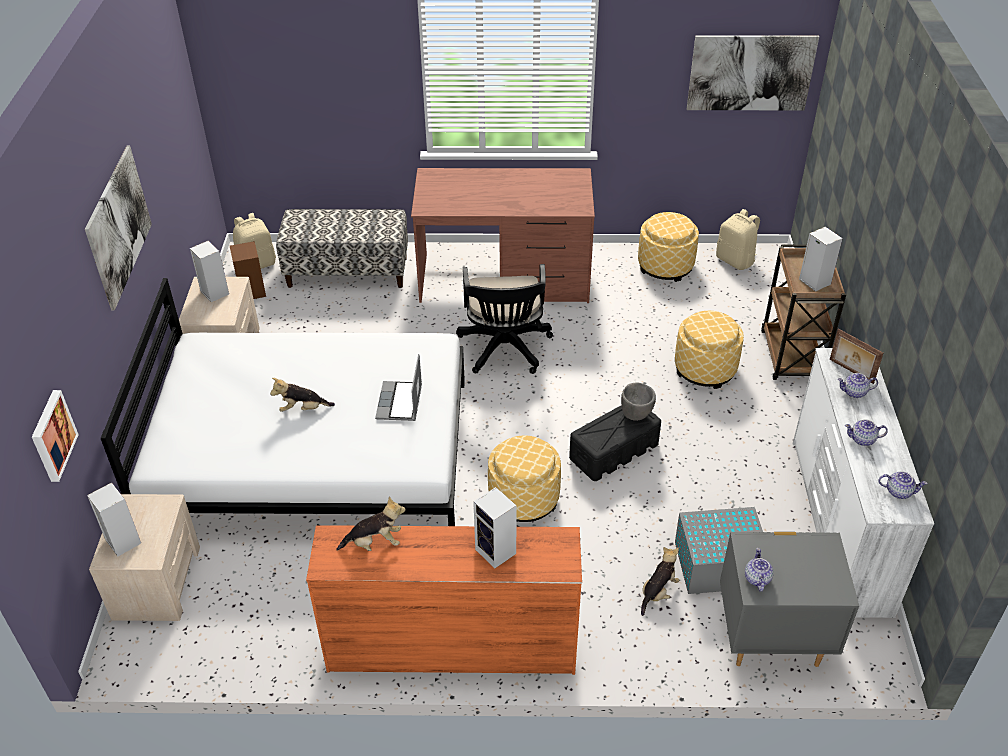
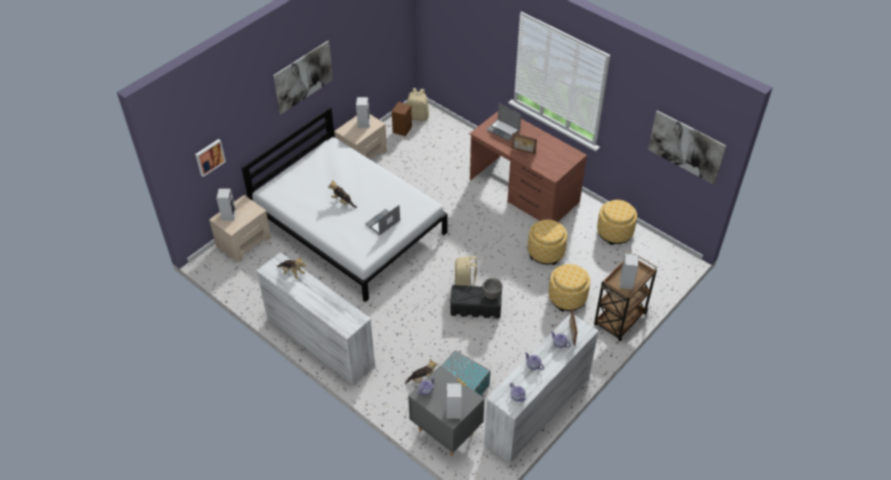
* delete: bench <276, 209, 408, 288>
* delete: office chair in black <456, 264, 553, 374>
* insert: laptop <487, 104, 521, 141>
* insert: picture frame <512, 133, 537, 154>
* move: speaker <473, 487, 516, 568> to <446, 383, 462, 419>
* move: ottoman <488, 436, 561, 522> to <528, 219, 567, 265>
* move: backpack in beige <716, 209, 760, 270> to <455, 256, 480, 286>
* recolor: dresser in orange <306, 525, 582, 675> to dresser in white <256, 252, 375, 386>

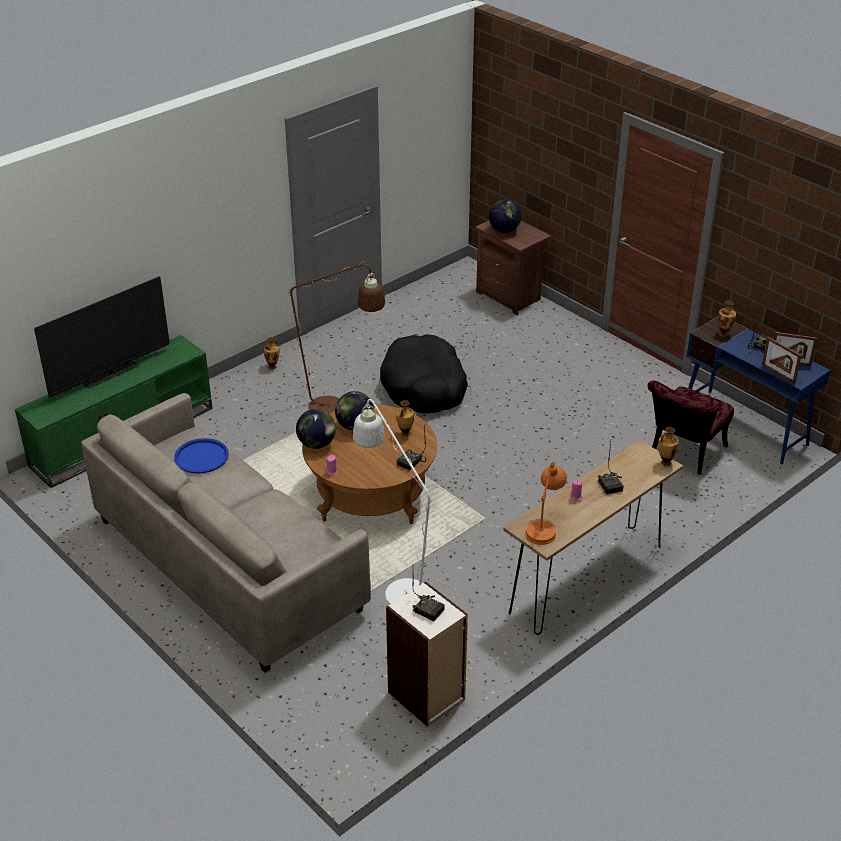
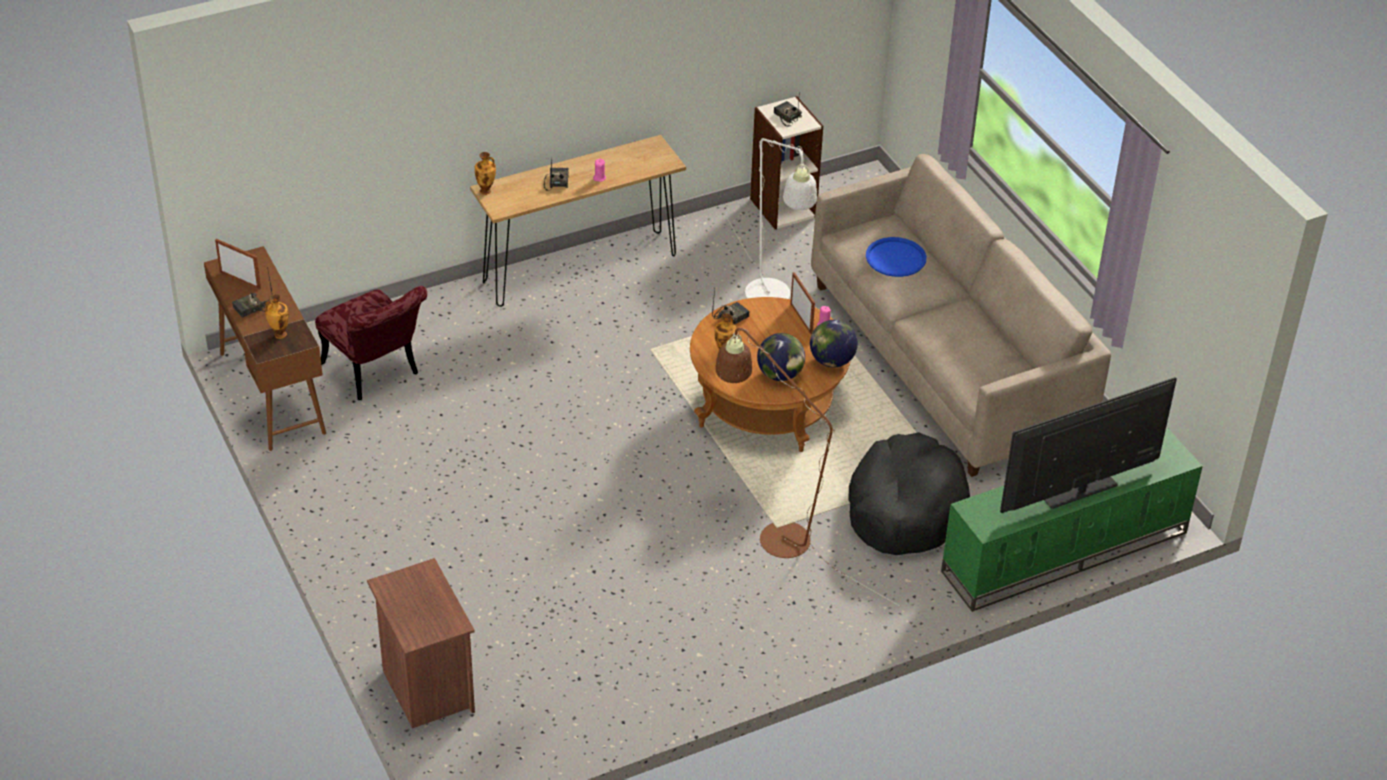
* delete: vase <264, 337, 280, 370>
* delete: globe <489, 200, 521, 233>
* delete: table lamp in orange <526, 462, 567, 545>
* move: tray in blue <174, 438, 229, 473> to <866, 237, 927, 277>
* move: dog bed in black <380, 334, 468, 413> to <848, 432, 970, 555>
* move: picture frame <762, 337, 802, 384> to <790, 272, 815, 334>
* recolor: desk in blue <687, 317, 831, 464> to desk in brown <204, 246, 326, 451>
* rotate: chair in red <647, 380, 734, 475> = <315, 286, 427, 400> 90 degrees clockwise

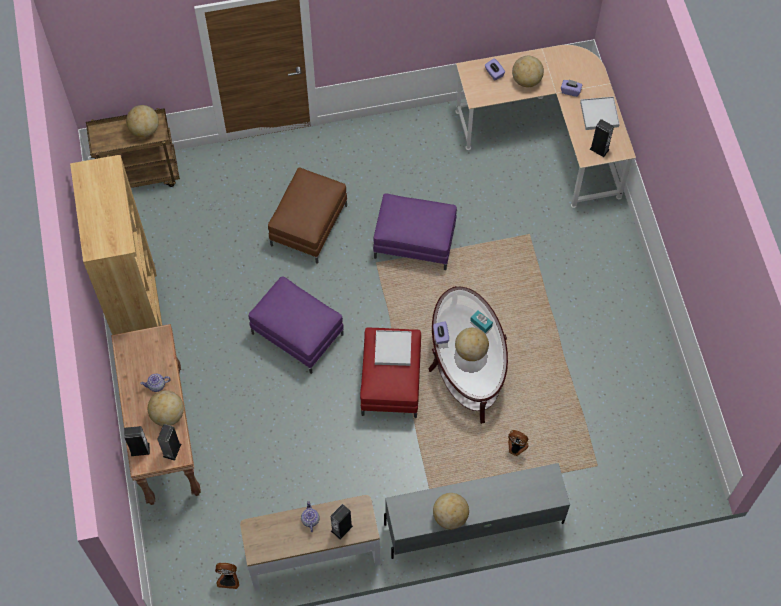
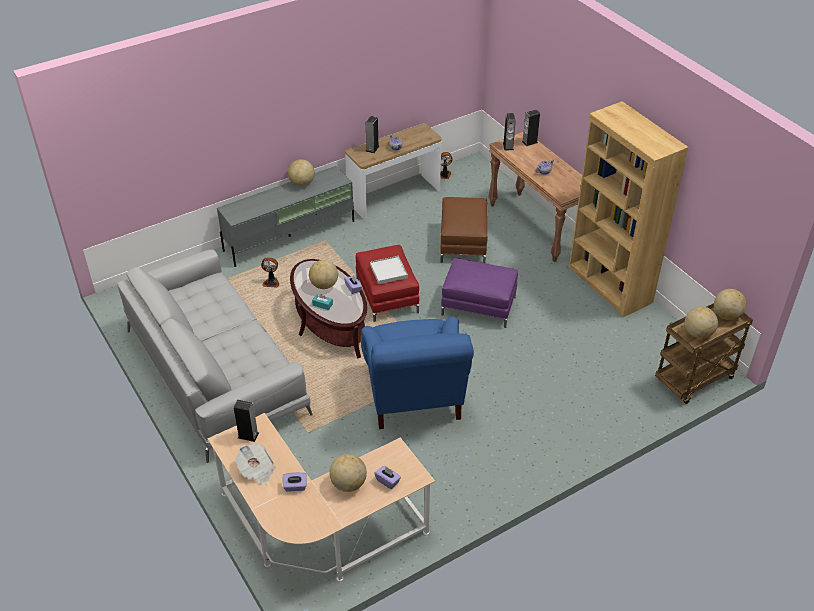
* insert: sofa in grey <117, 250, 312, 463>
* move: globe <148, 390, 184, 426> to <714, 289, 747, 320>
* move: ottoman in brown <268, 168, 347, 264> to <440, 197, 487, 263>
* replace: ottoman in purple <373, 193, 457, 270> to armchair in blue <361, 316, 474, 429>
* replace: tray in white <580, 97, 620, 130> to newspaper <235, 444, 276, 485>

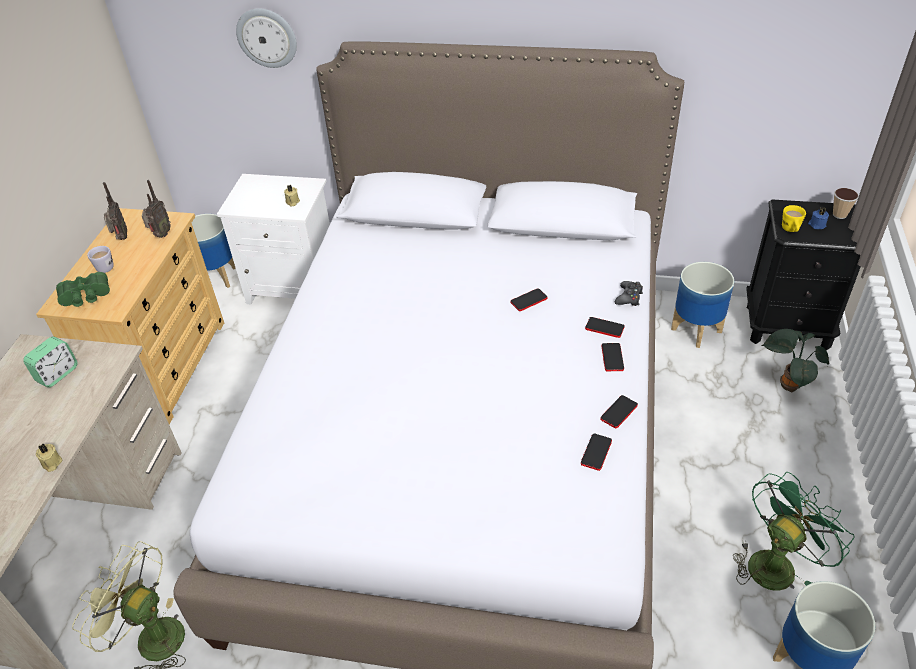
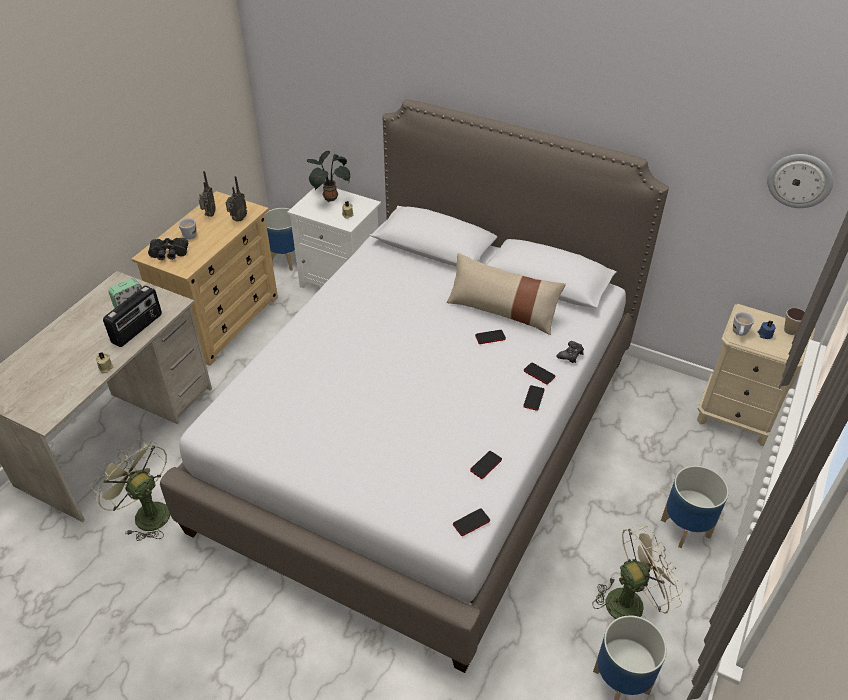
* insert: radio <103, 285, 162, 347>
* insert: pillow in beige <447, 253, 566, 335>
* move: wall clock <236, 8, 297, 68> to <767, 154, 833, 208>
* move: phone <600, 395, 638, 429> to <453, 509, 490, 536>
* move: planter <671, 262, 734, 348> to <661, 466, 729, 548>
* move: potted plant <761, 329, 829, 392> to <307, 151, 350, 202>
* recolor: binoculars in green <56, 272, 110, 307> to binoculars in black <148, 238, 188, 260>
* recolor: fan in green <733, 472, 854, 591> to fan in beige <592, 525, 683, 619>
* recolor: nightstand in black <746, 200, 861, 350> to nightstand in beige <697, 304, 815, 446>
* recolor: mug in yellow <782, 205, 806, 232> to mug in white <733, 312, 754, 336>

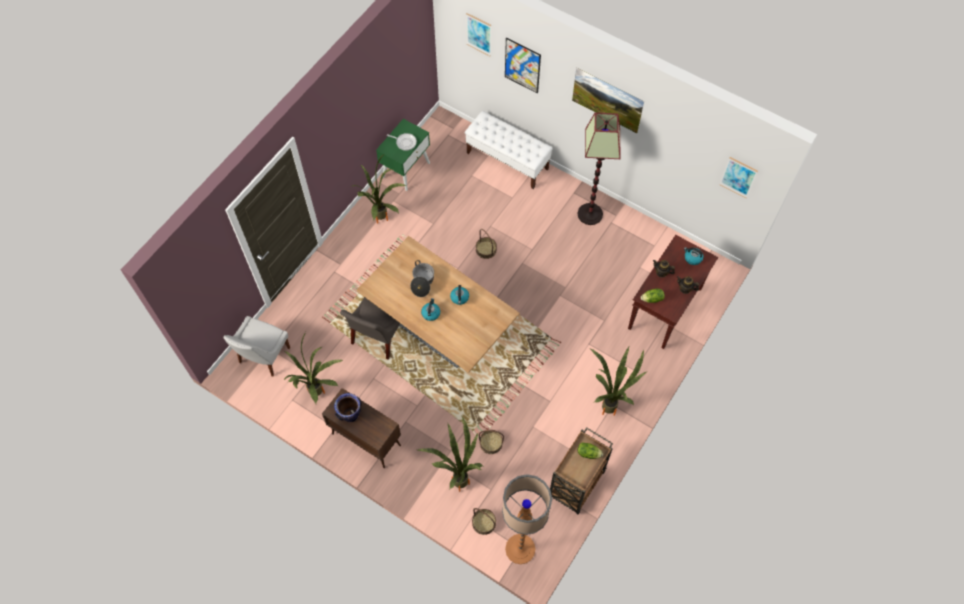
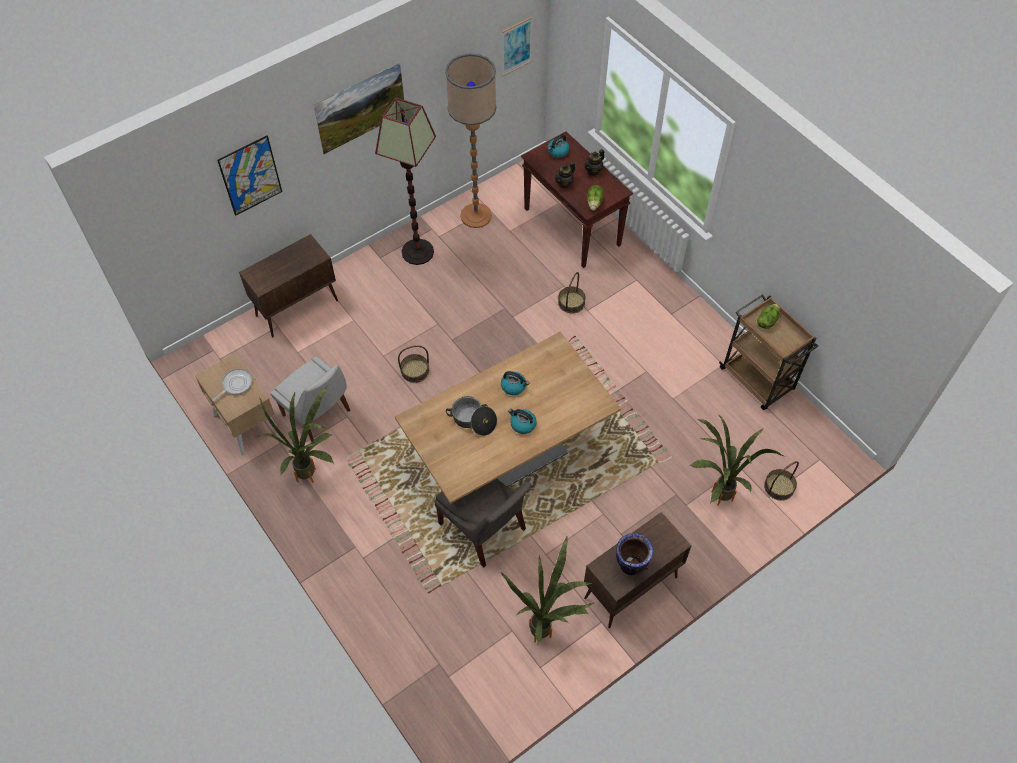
* delete: picture <466, 13, 491, 57>
* delete: potted plant <590, 347, 646, 416>
* move: chair in white <224, 316, 290, 377> to <270, 356, 350, 442>
* move: basket <479, 430, 504, 454> to <558, 272, 586, 314>
* move: floor lamp <502, 474, 552, 564> to <445, 53, 497, 228>
* replace: bench in white <465, 111, 553, 189> to cabinet in brown <239, 234, 338, 337>
* recolor: nightstand in green <376, 119, 430, 191> to nightstand in beige <195, 353, 279, 456>

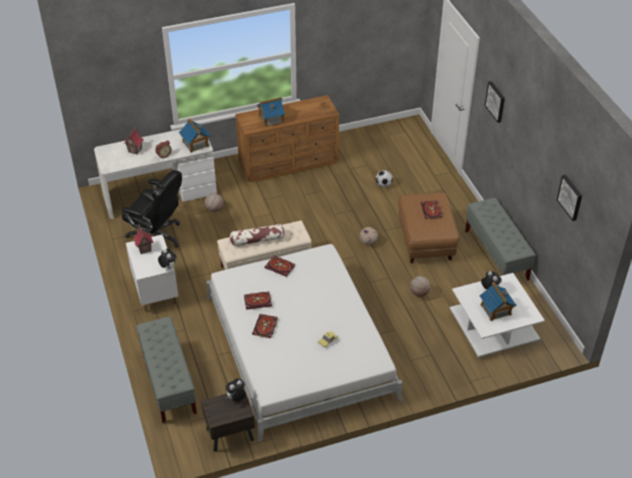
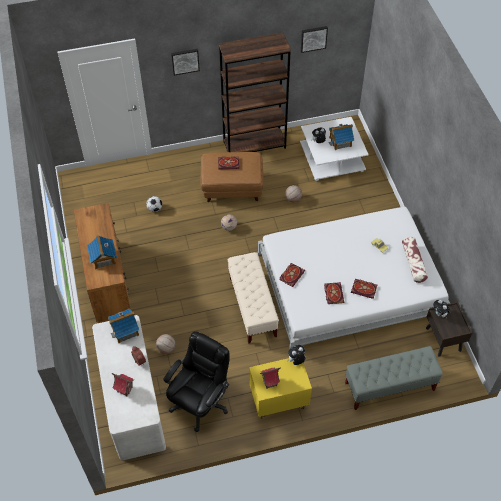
* move: pillow <230, 224, 285, 246> to <402, 237, 428, 283>
* replace: bench in grey <465, 198, 536, 280> to bookcase in brown <219, 32, 291, 152>
* recolor: nightstand in white <126, 234, 178, 311> to nightstand in yellow <249, 358, 312, 418>

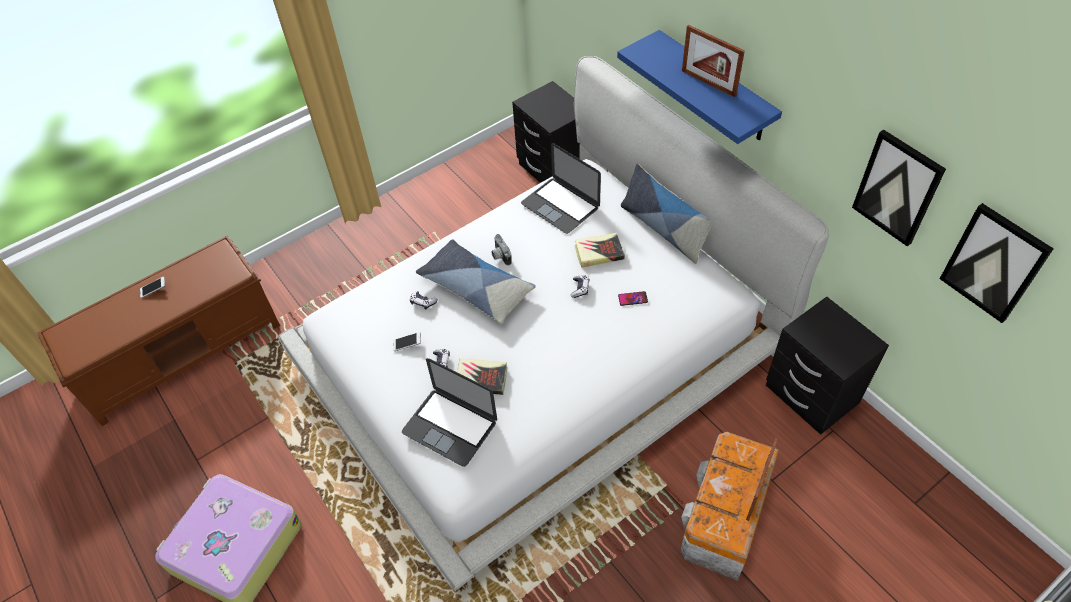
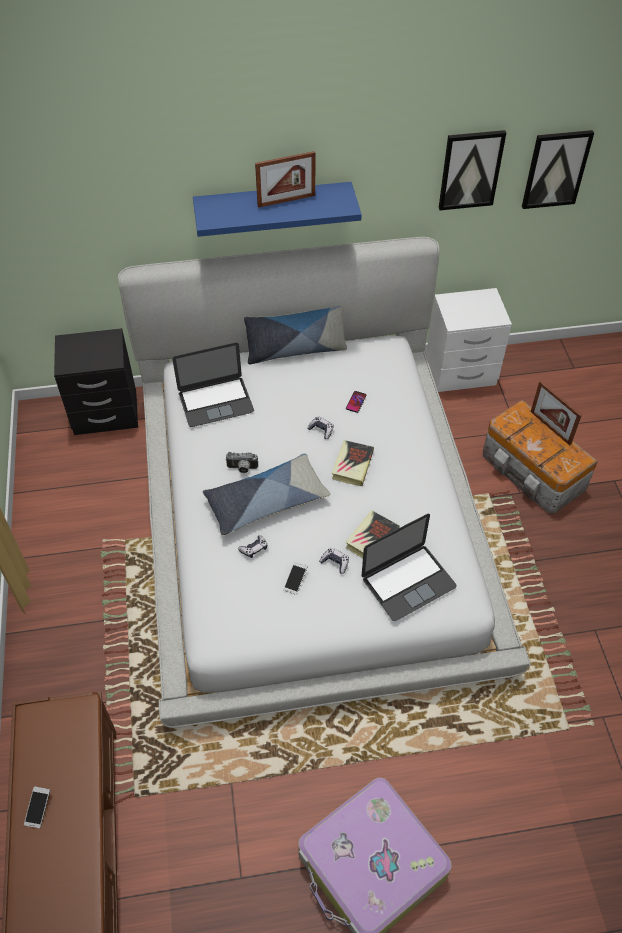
* move: book <575, 233, 625, 268> to <332, 440, 374, 486>
* recolor: nightstand in black <766, 297, 889, 435> to nightstand in white <426, 288, 512, 392>

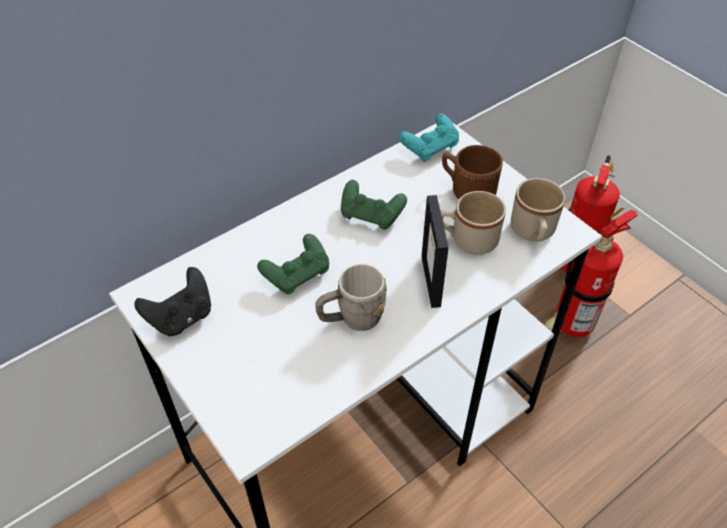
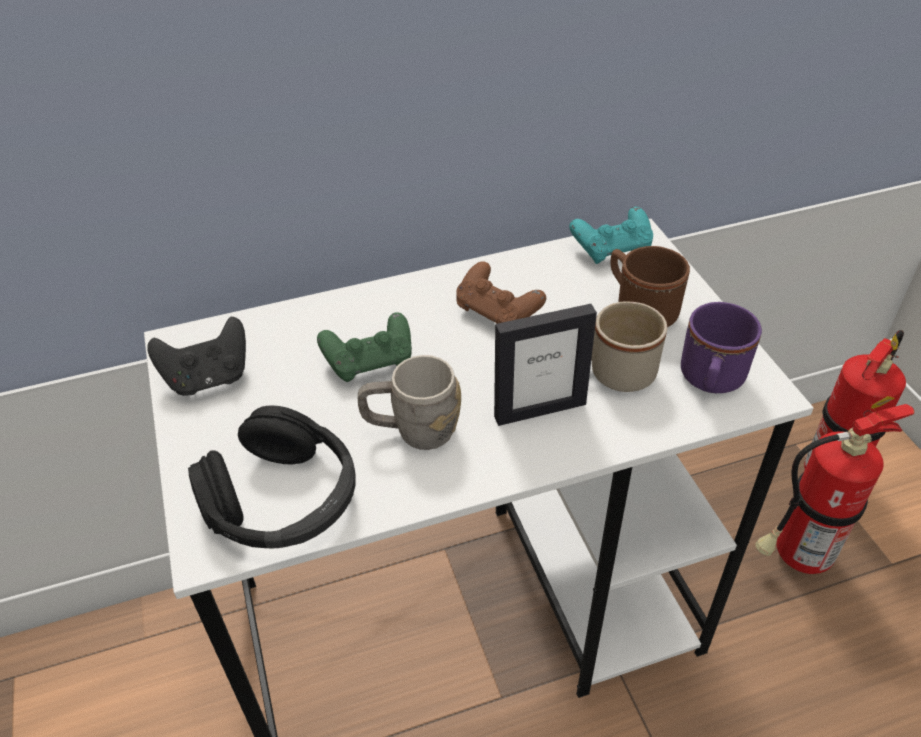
* insert: headphones in black <188, 405, 356, 548>
* recolor: game controller in green <341, 180, 407, 230> to game controller in brown <456, 261, 546, 324>
* recolor: mug in beige <511, 178, 565, 242> to mug in purple <681, 302, 762, 393>
* rotate: picture frame <421, 195, 449, 308> = <494, 304, 597, 426> 120 degrees counterclockwise

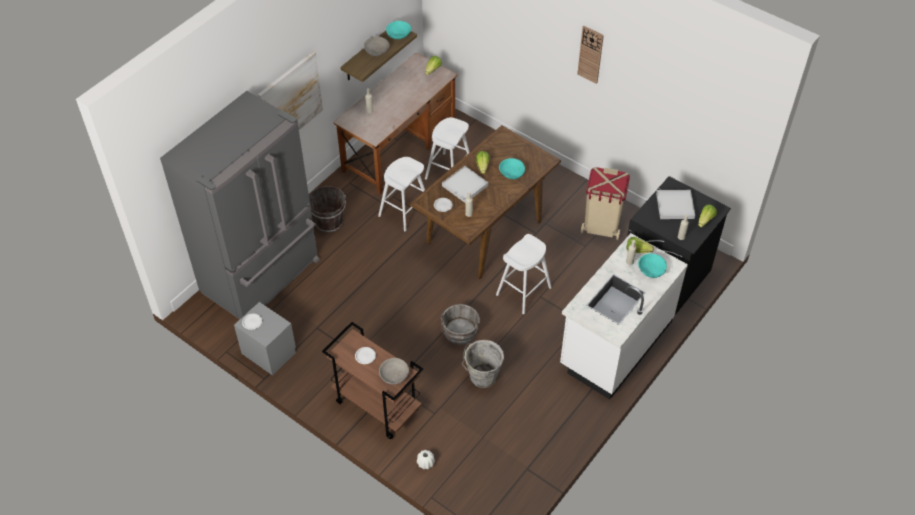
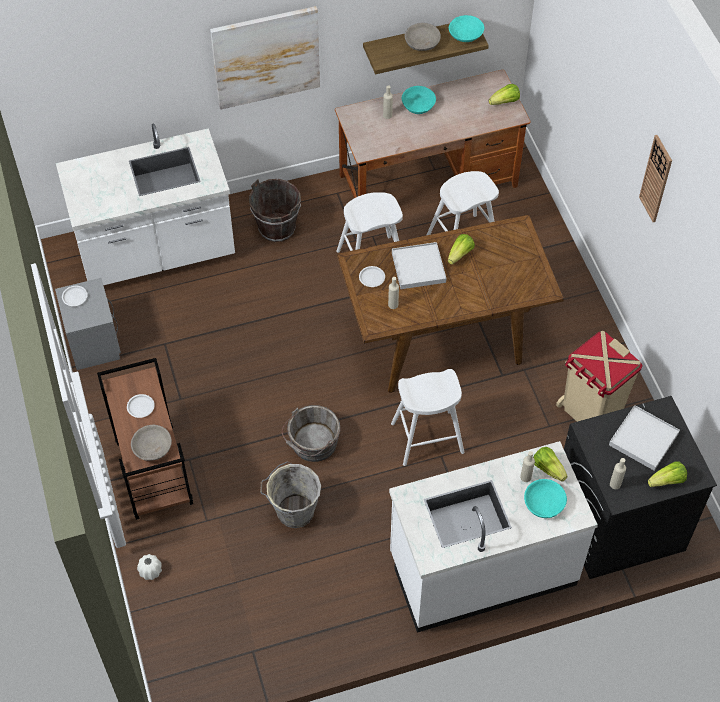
* move: bowl in turquoise <499, 158, 525, 179> to <402, 86, 436, 114>
* replace: fridge in grey <160, 91, 320, 319> to counter in white <56, 123, 235, 285>

